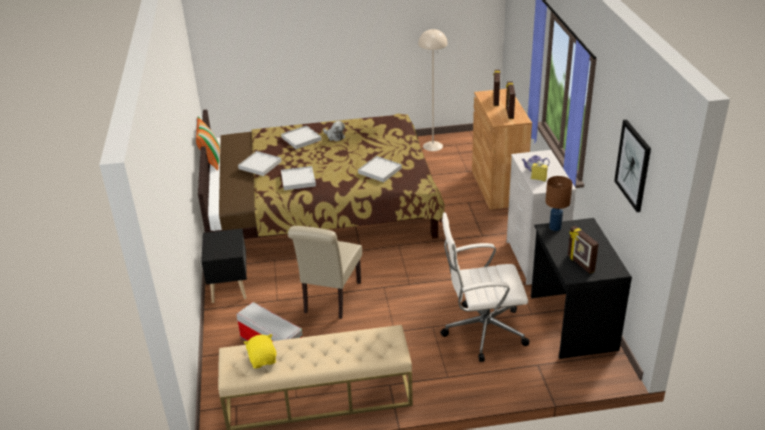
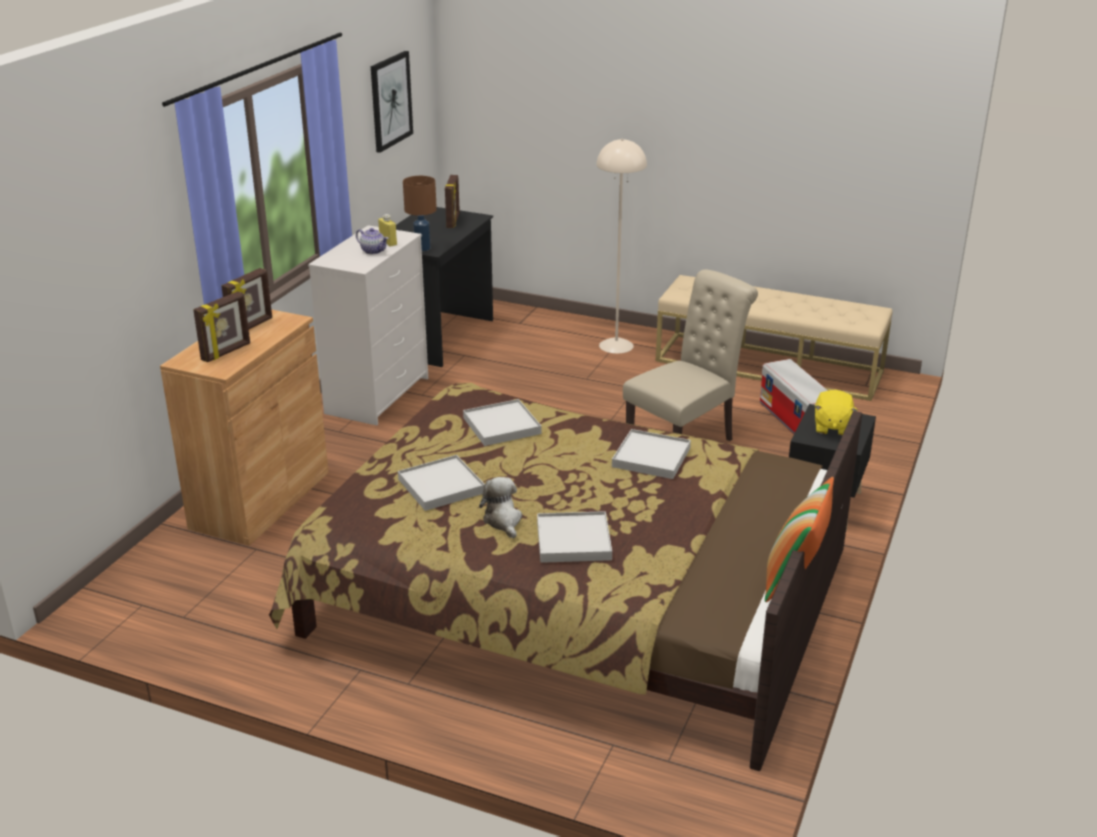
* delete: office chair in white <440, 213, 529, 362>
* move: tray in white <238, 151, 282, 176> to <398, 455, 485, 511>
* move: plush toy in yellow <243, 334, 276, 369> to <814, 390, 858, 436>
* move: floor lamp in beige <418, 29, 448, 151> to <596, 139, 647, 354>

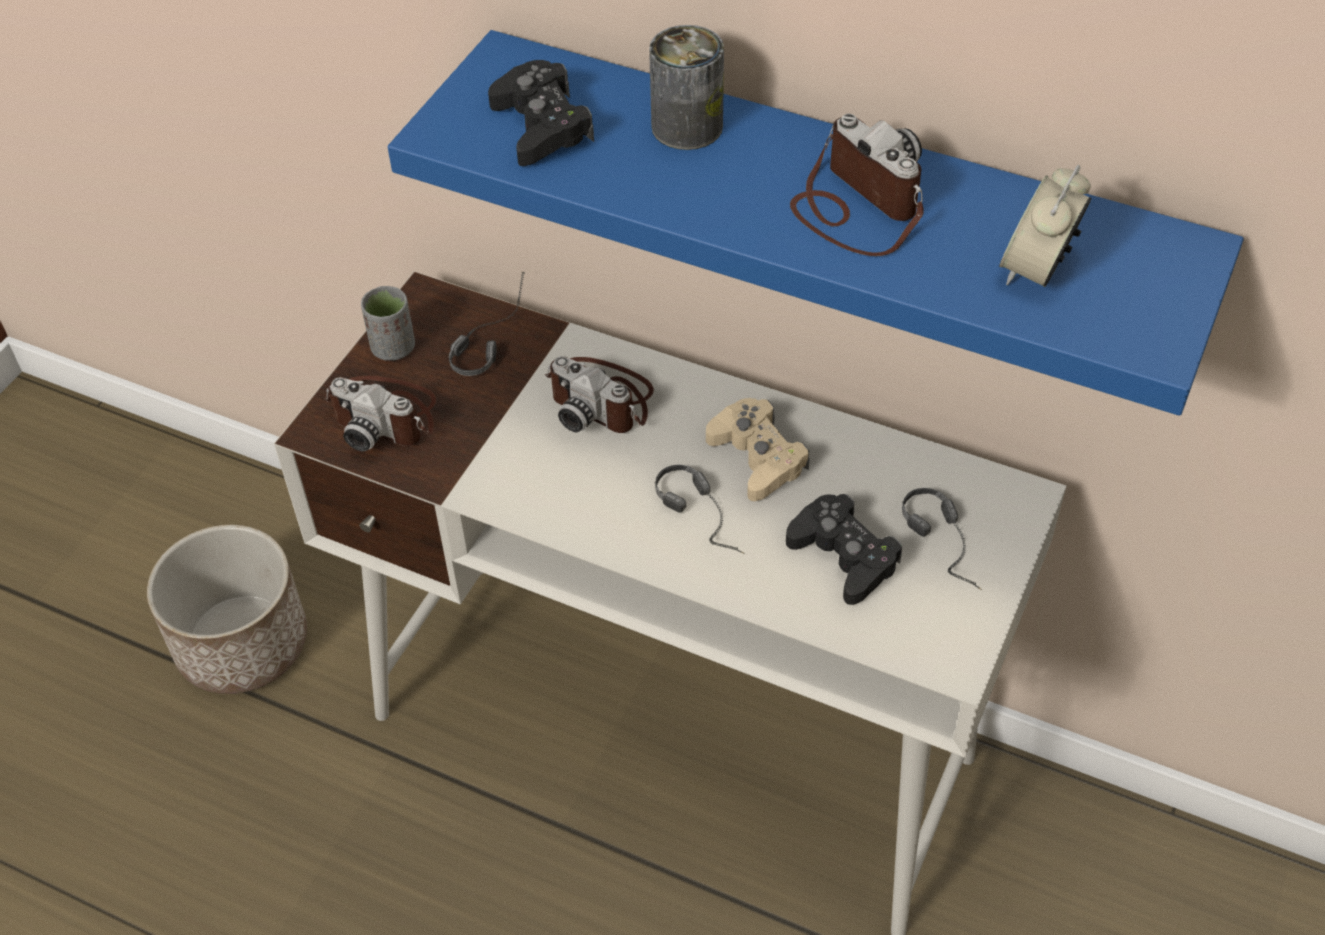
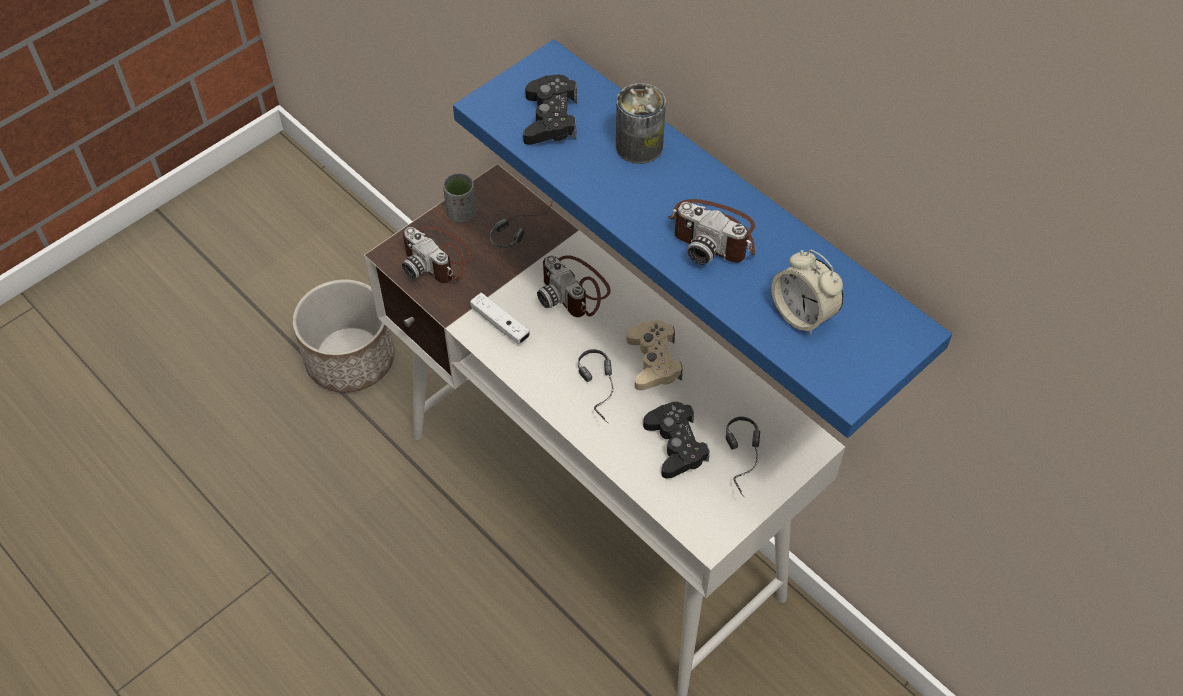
* insert: game controller in white <470, 293, 530, 344>
* rotate: photo camera <790, 114, 924, 256> = <668, 199, 755, 265> 135 degrees clockwise
* rotate: alarm clock <999, 165, 1092, 287> = <772, 250, 843, 335> 90 degrees counterclockwise

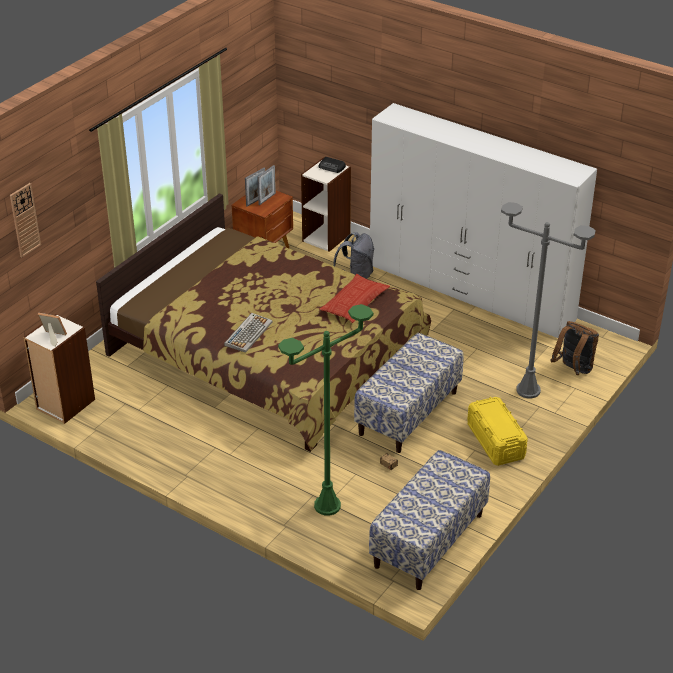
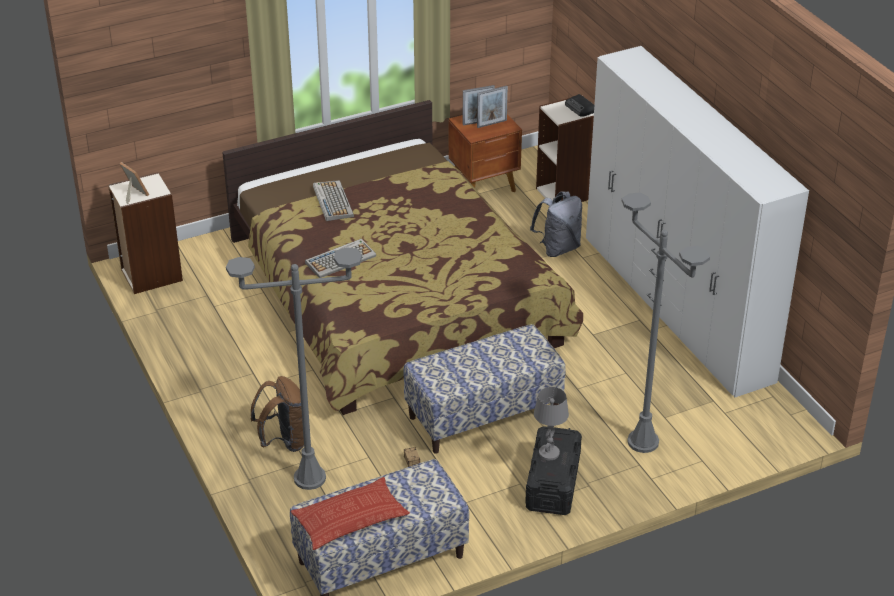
* delete: wall clock <10, 183, 41, 257>
* insert: keyboard <313, 180, 354, 221>
* insert: table lamp in grey <534, 387, 569, 460>
* move: pillow <319, 274, 390, 323> to <291, 477, 410, 550>
* move: backpack in brown <550, 321, 599, 375> to <251, 376, 304, 452>
* recolor: floor lamp in green <278, 304, 373, 516> to floor lamp in grey <226, 247, 362, 490>
* recolor: storage box in yellow <467, 397, 528, 466> to storage box in black <525, 427, 582, 515>

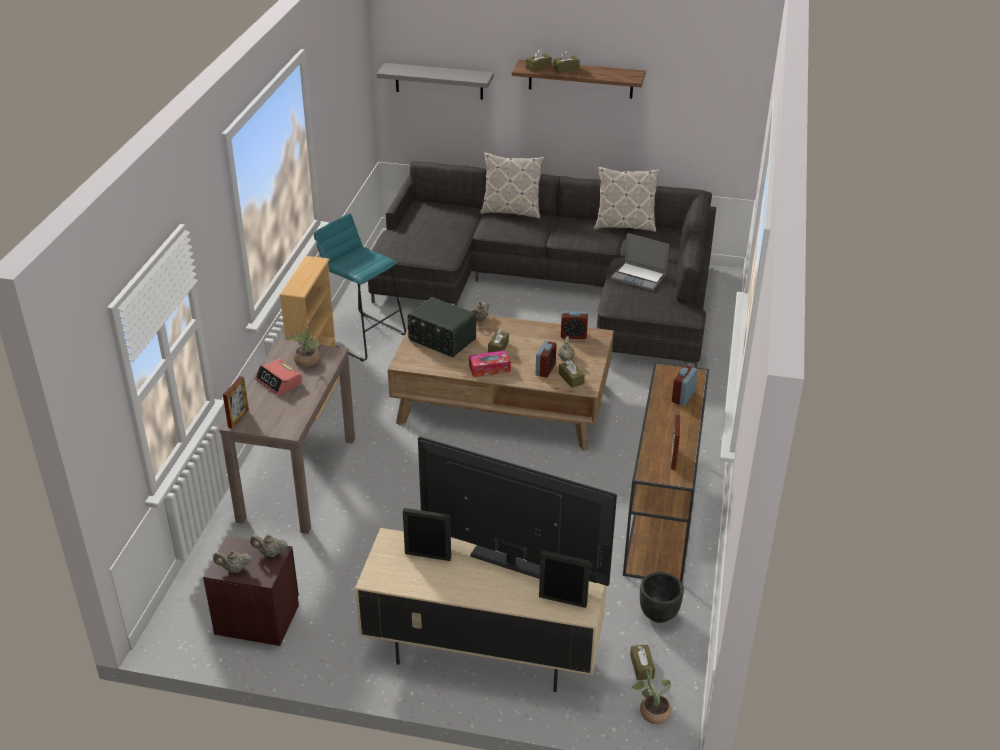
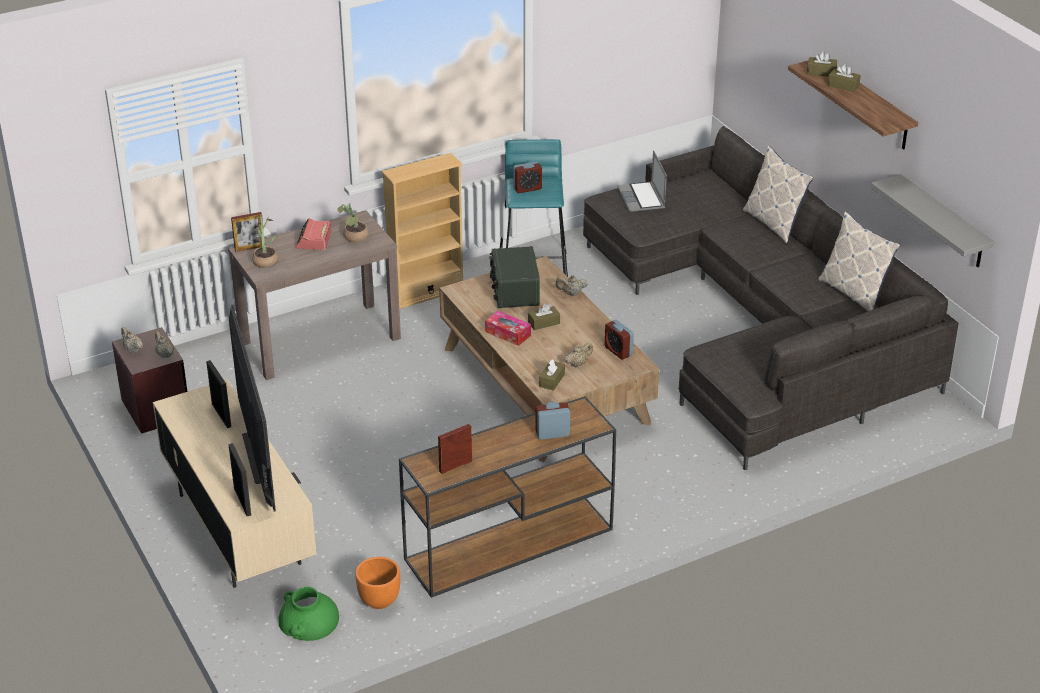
* move: shelf in grey <377, 63, 494, 100> to <871, 174, 994, 267>
* move: alarm clock <536, 341, 557, 378> to <513, 161, 542, 193>
* move: laptop <611, 233, 669, 291> to <617, 150, 667, 212>
* move: potted plant <632, 666, 672, 724> to <252, 217, 278, 268>
* replace: tissue box in brown <630, 644, 655, 680> to vase in green <279, 587, 339, 641>
* recolor: planter in black <640, 572, 684, 623> to planter in orange <355, 557, 400, 609>

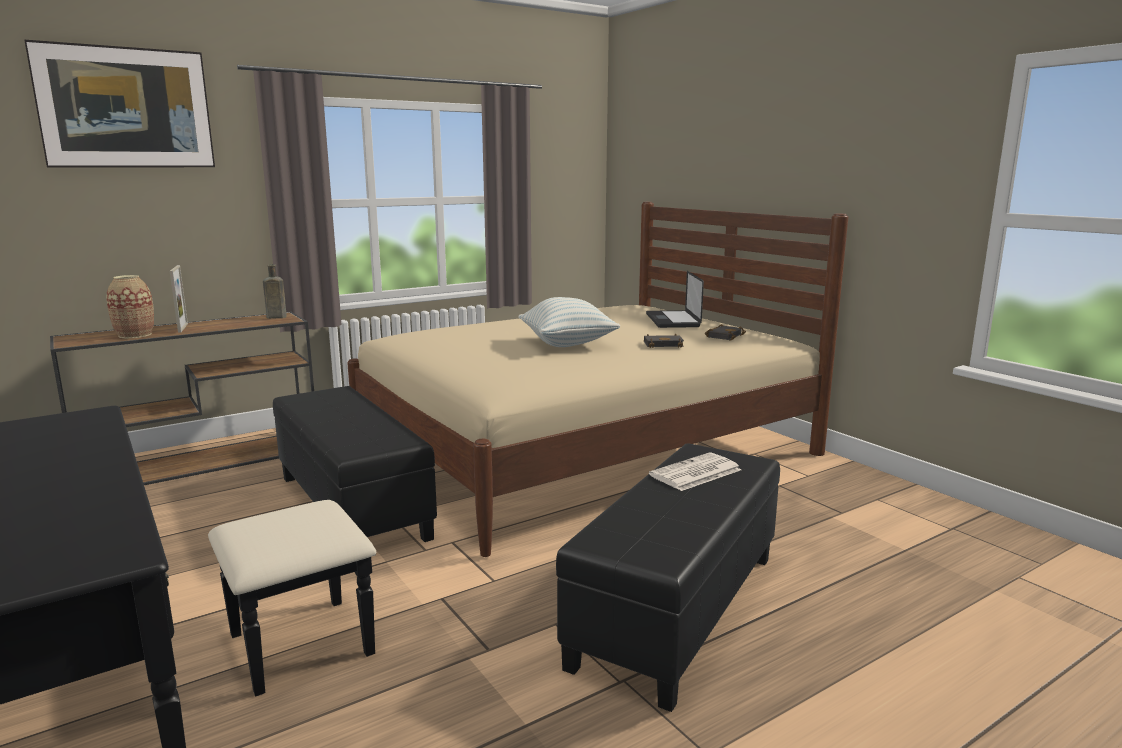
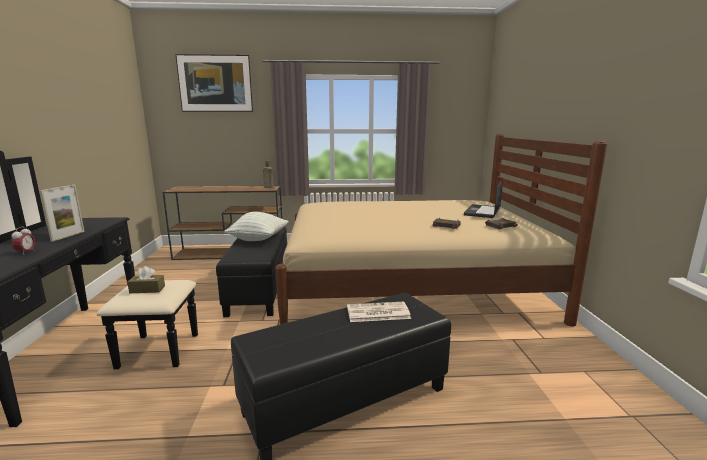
* delete: vase <106, 275, 154, 338>
* insert: alarm clock <12, 227, 35, 255>
* insert: tissue box in brown <127, 266, 165, 293>
* move: picture frame <170, 265, 188, 333> to <39, 185, 85, 242>
* move: pillow <518, 297, 620, 347> to <225, 212, 289, 241>

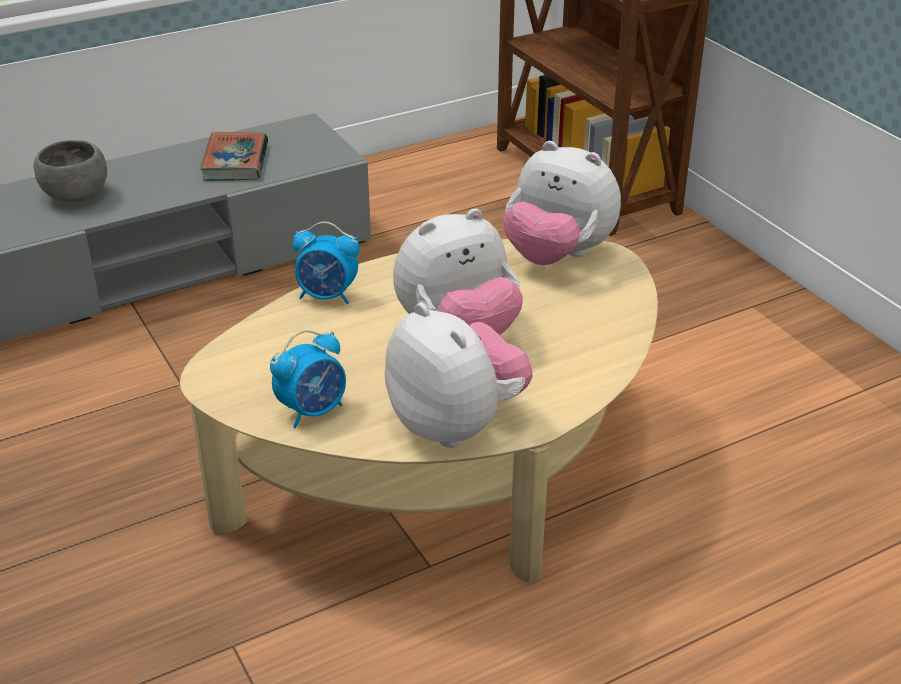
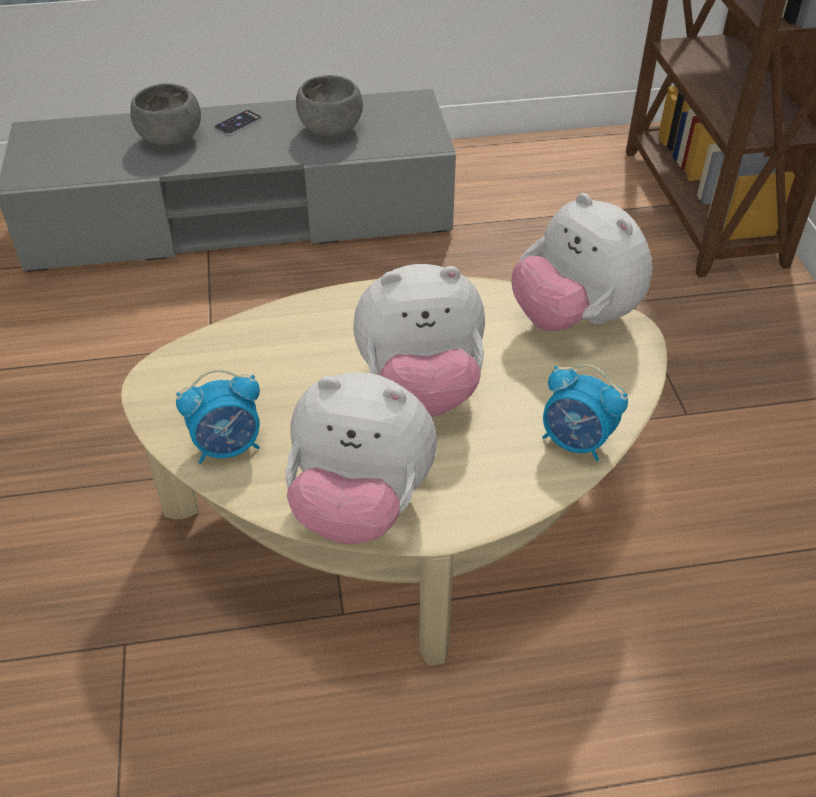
* insert: phone <214, 110, 262, 135>
* move: alarm clock <293, 222, 360, 304> to <542, 364, 628, 461>
* replace: book <200, 132, 268, 181> to bowl in grey <296, 75, 363, 137>
* rotate: plush toy <385, 303, 533, 447> = <285, 372, 437, 544> 120 degrees clockwise

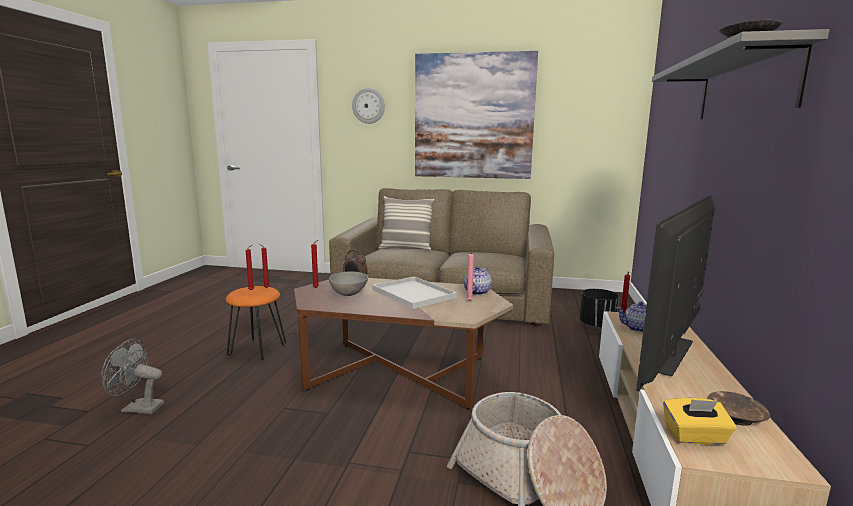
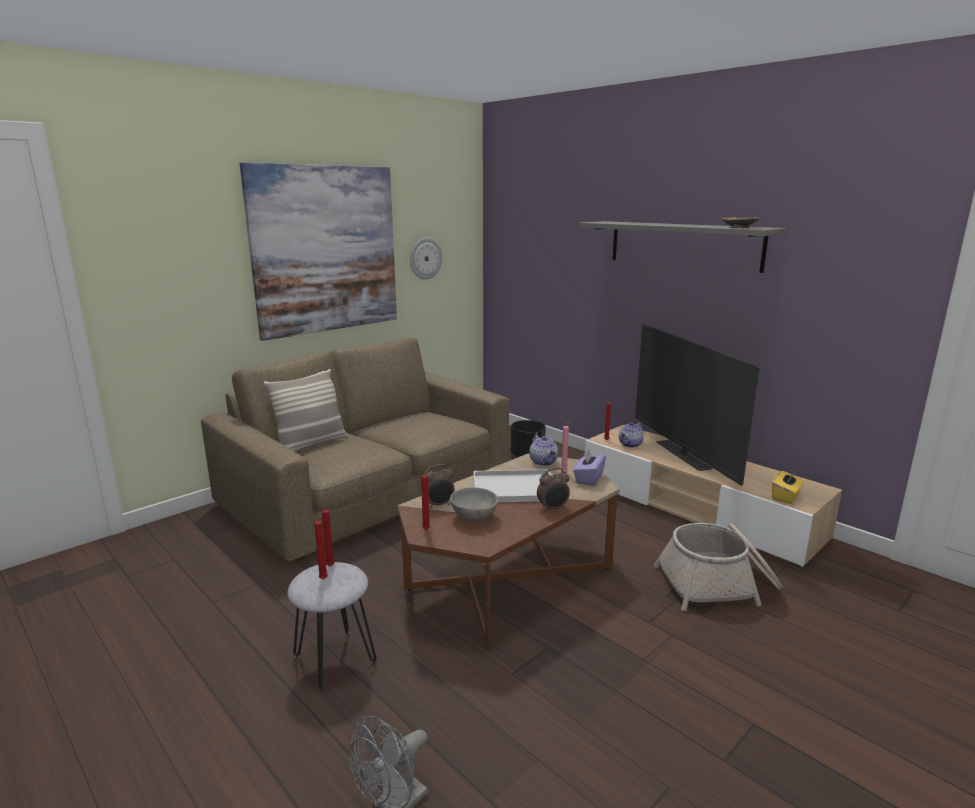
* delete: bowl in brown <707, 391, 770, 425>
* insert: alarm clock <537, 468, 570, 512>
* insert: tissue box in purple <573, 448, 606, 486>
* move: wall clock <352, 88, 385, 124> to <410, 238, 442, 280>
* recolor: stool in orange <226, 286, 286, 362> to stool in grey <287, 562, 377, 691>

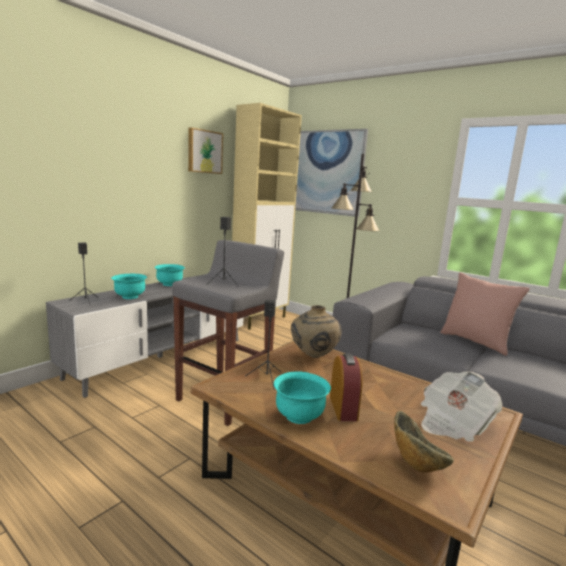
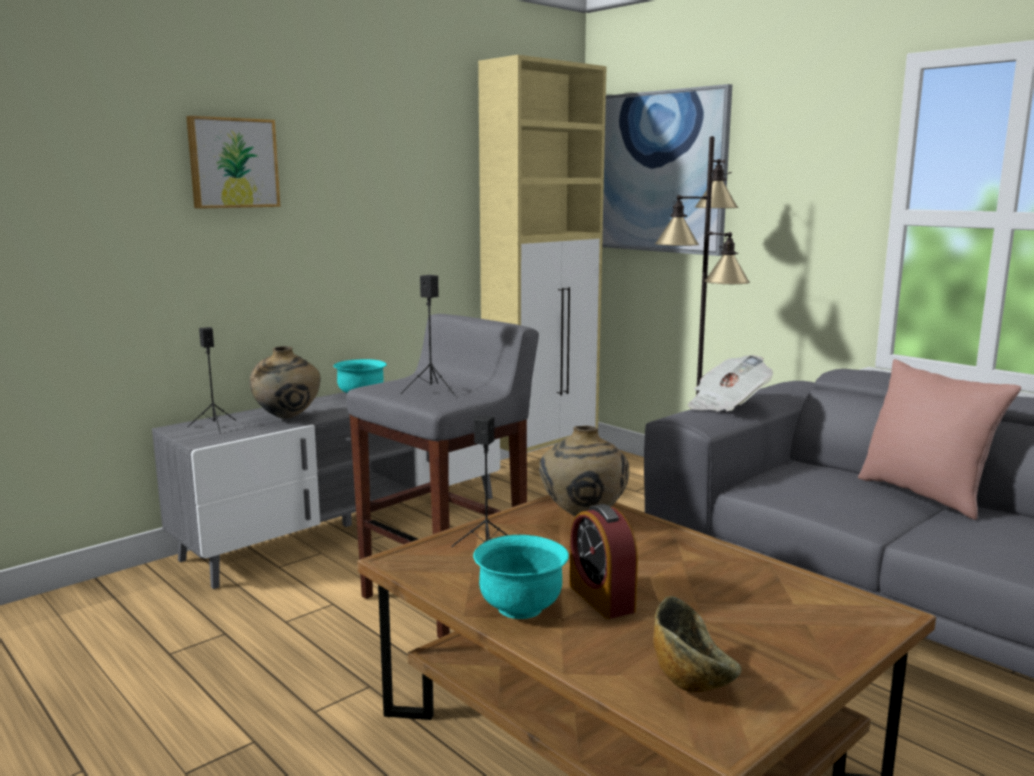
* move: picture <188, 127, 223, 174> to <186, 116, 280, 209>
* move: newspaper <421, 371, 503, 442> to <687, 355, 773, 411>
* replace: bowl in turquoise <111, 274, 147, 299> to vase in beige <249, 346, 320, 419>
* rotate: alarm clock <330, 354, 362, 421> = <570, 504, 638, 619> 150 degrees clockwise

